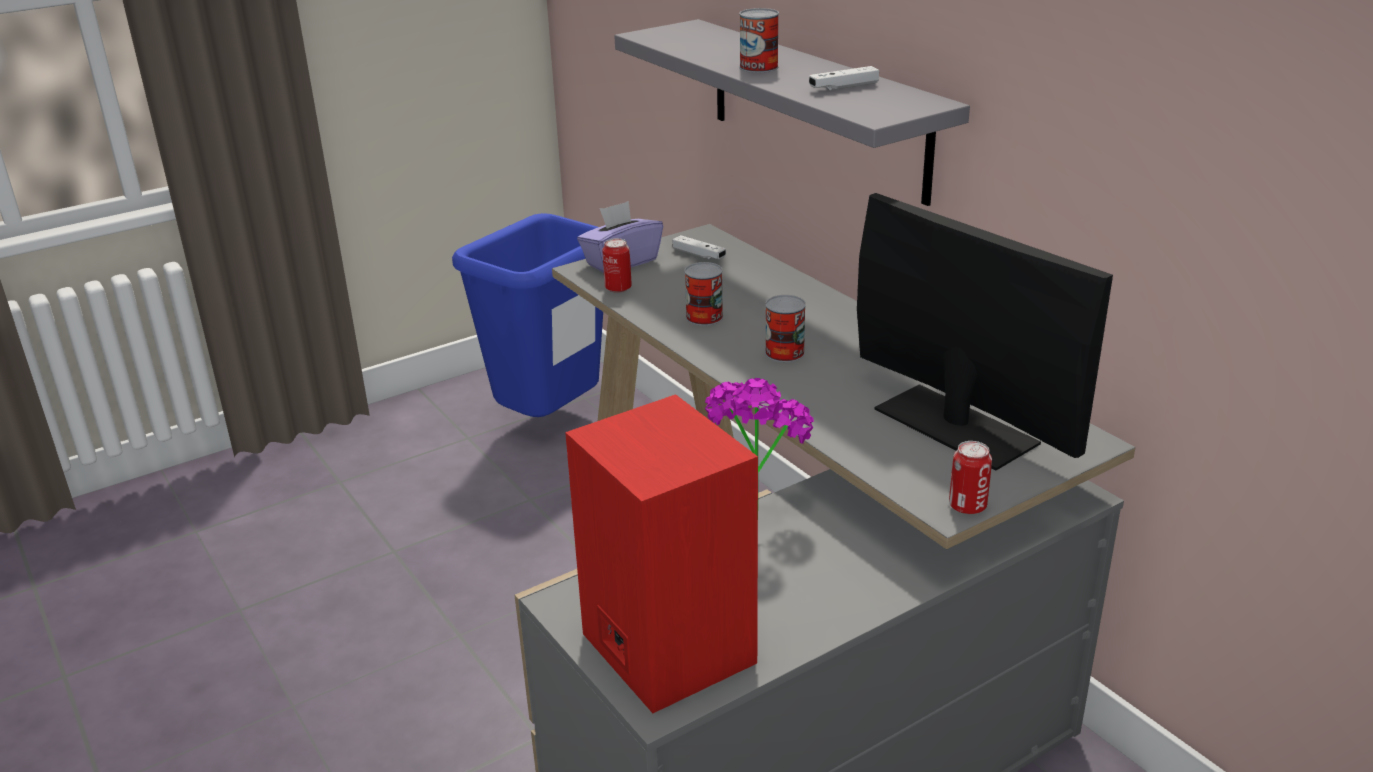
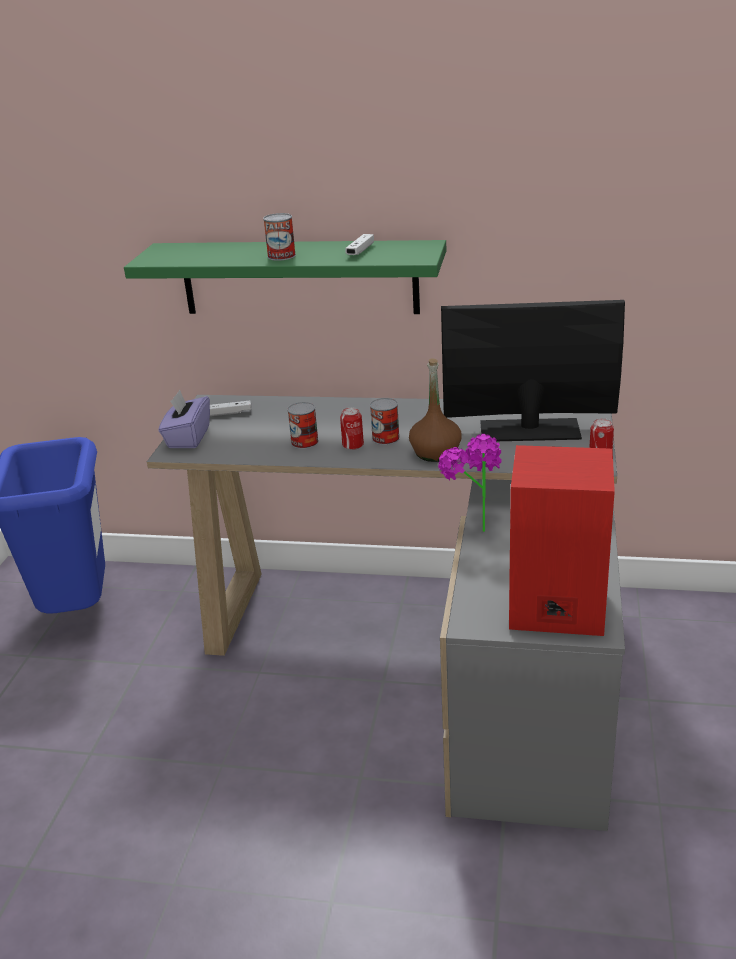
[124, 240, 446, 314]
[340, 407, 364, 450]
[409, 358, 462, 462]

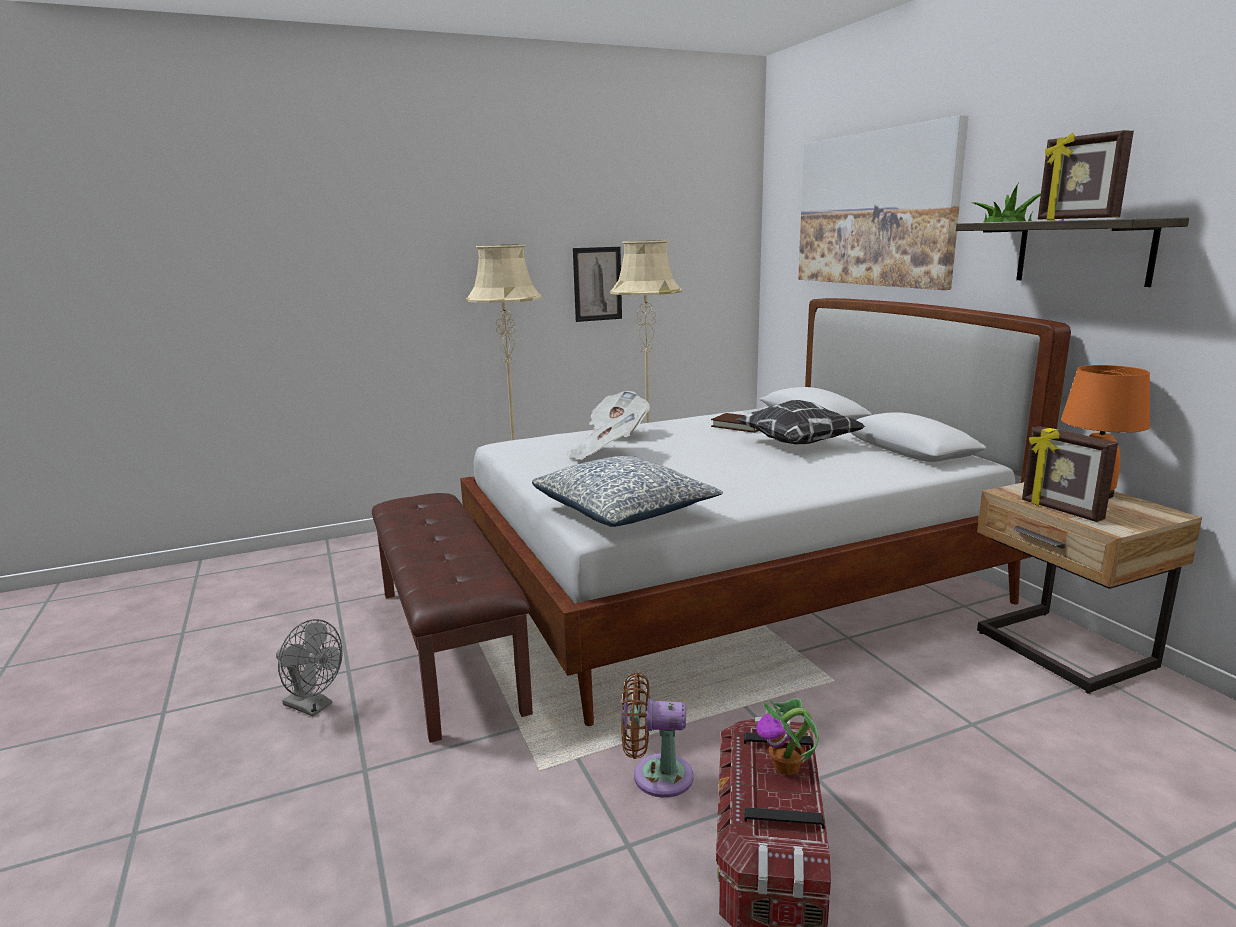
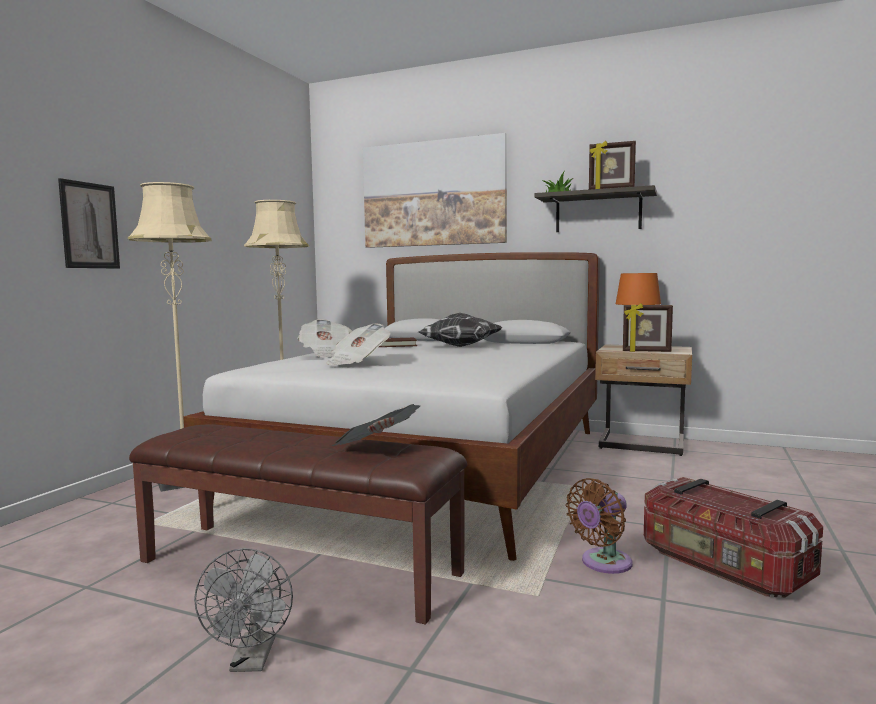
[58, 178, 120, 269]
[194, 548, 293, 672]
[332, 404, 420, 446]
[532, 456, 723, 527] (first image)
[756, 698, 819, 775] (first image)

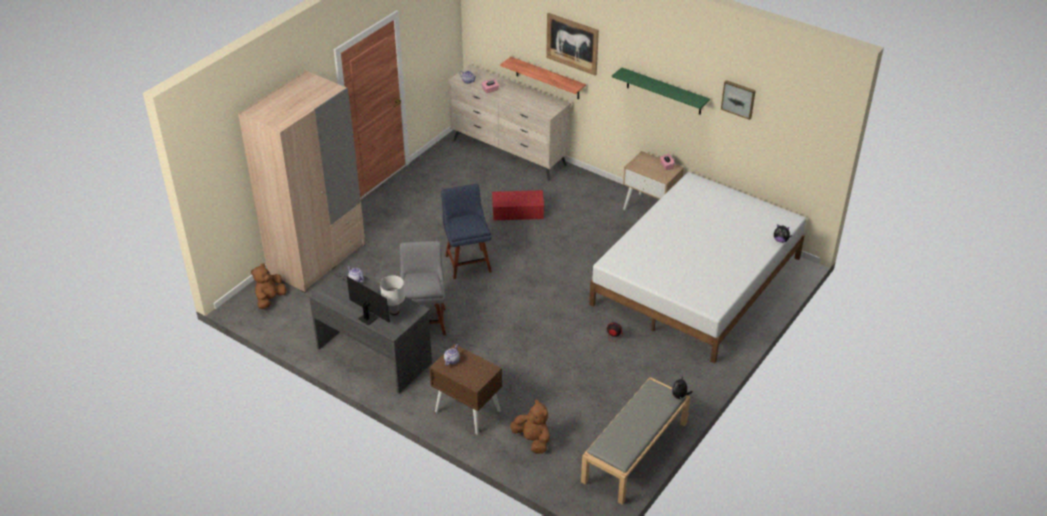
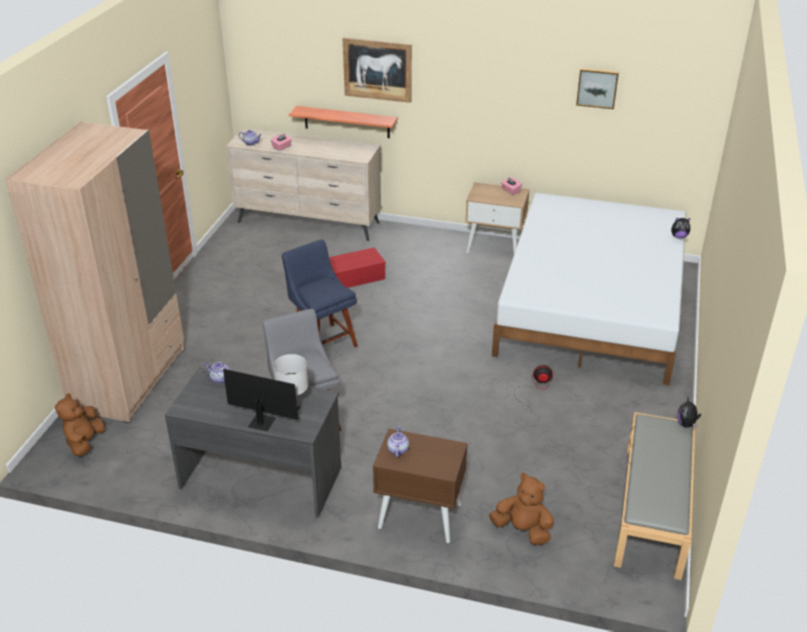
[612, 67, 710, 115] (first image)

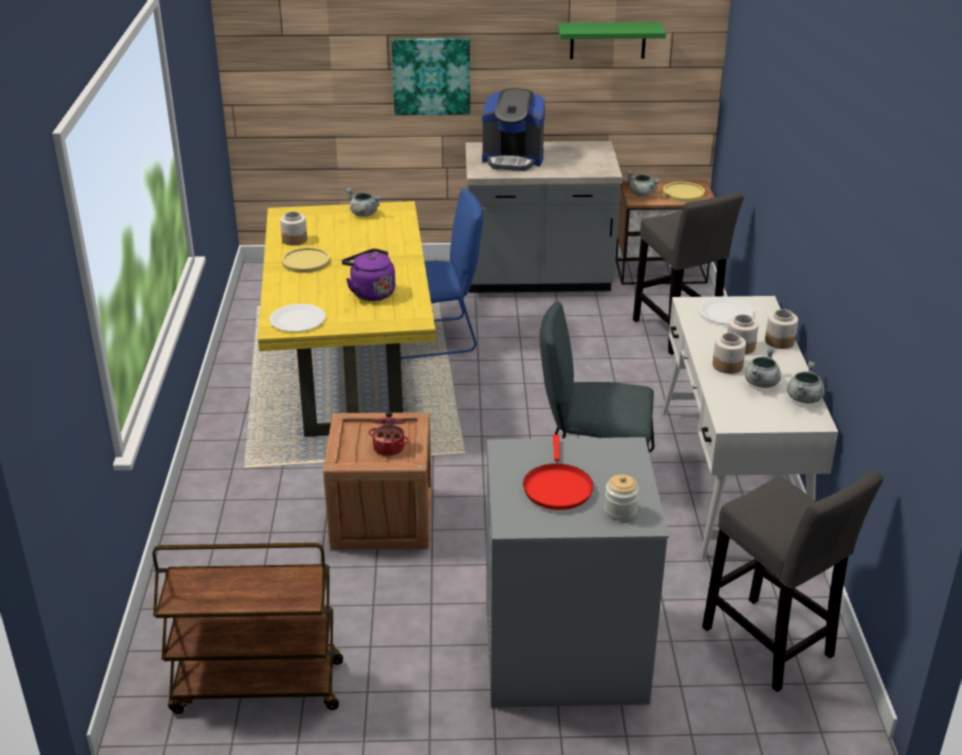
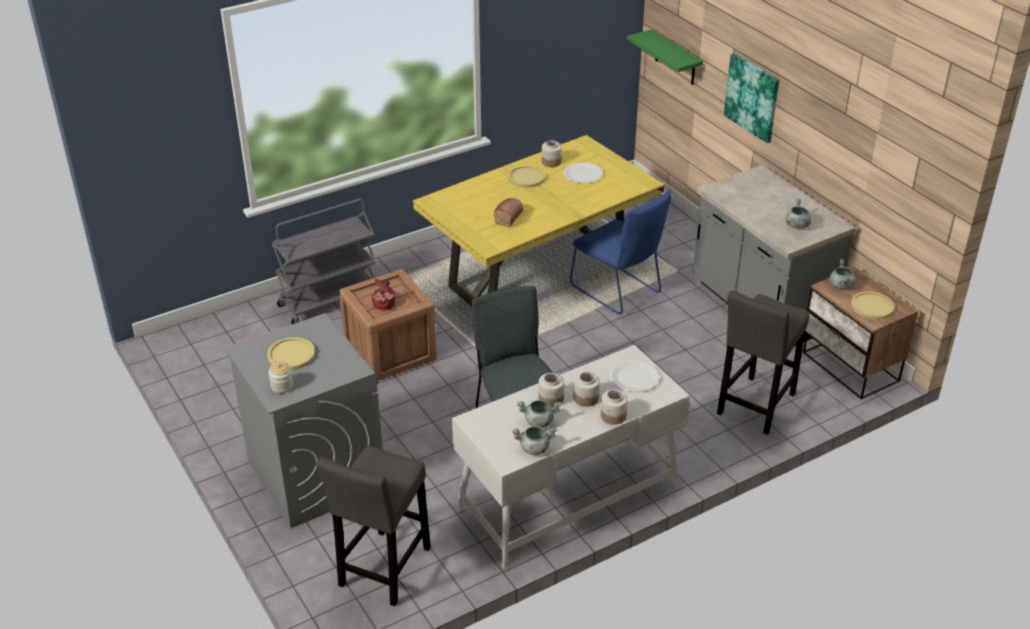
[267, 337, 315, 370]
[272, 199, 377, 324]
[494, 198, 523, 227]
[563, 163, 603, 183]
[627, 29, 703, 85]
[785, 199, 811, 229]
[152, 543, 343, 714] (first image)
[482, 88, 545, 171] (first image)

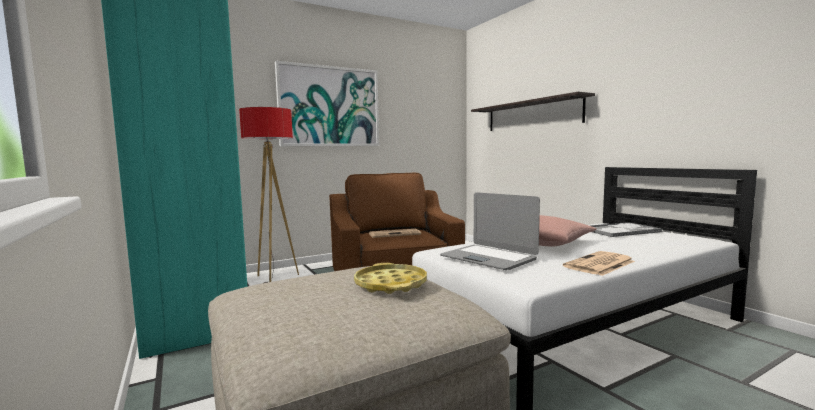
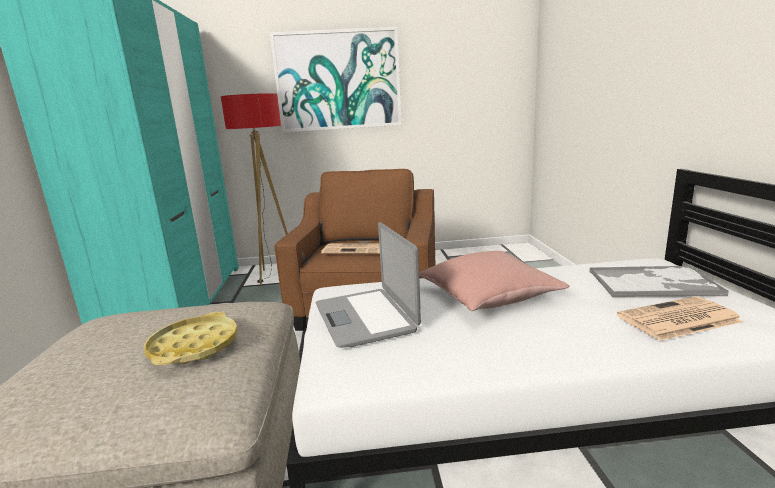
[617, 296, 743, 341]
[471, 92, 595, 131] (first image)

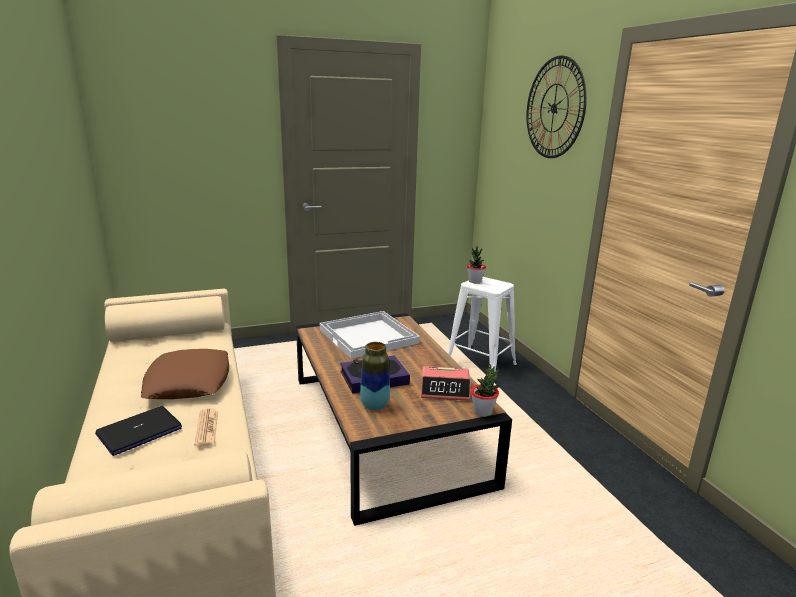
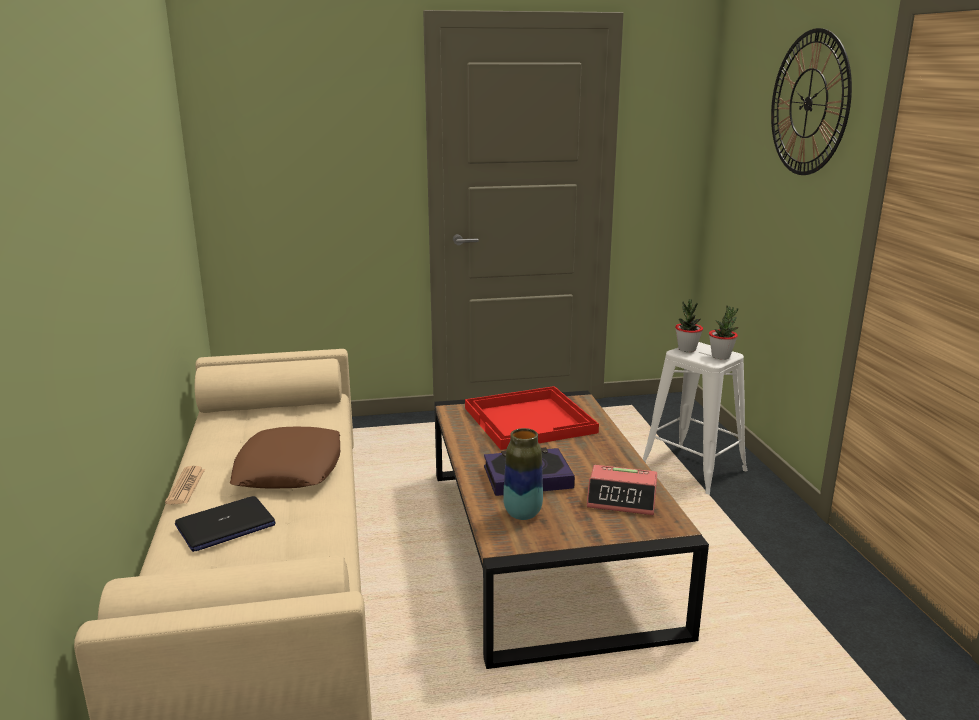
[165, 466, 205, 505]
[465, 386, 599, 450]
[709, 305, 738, 360]

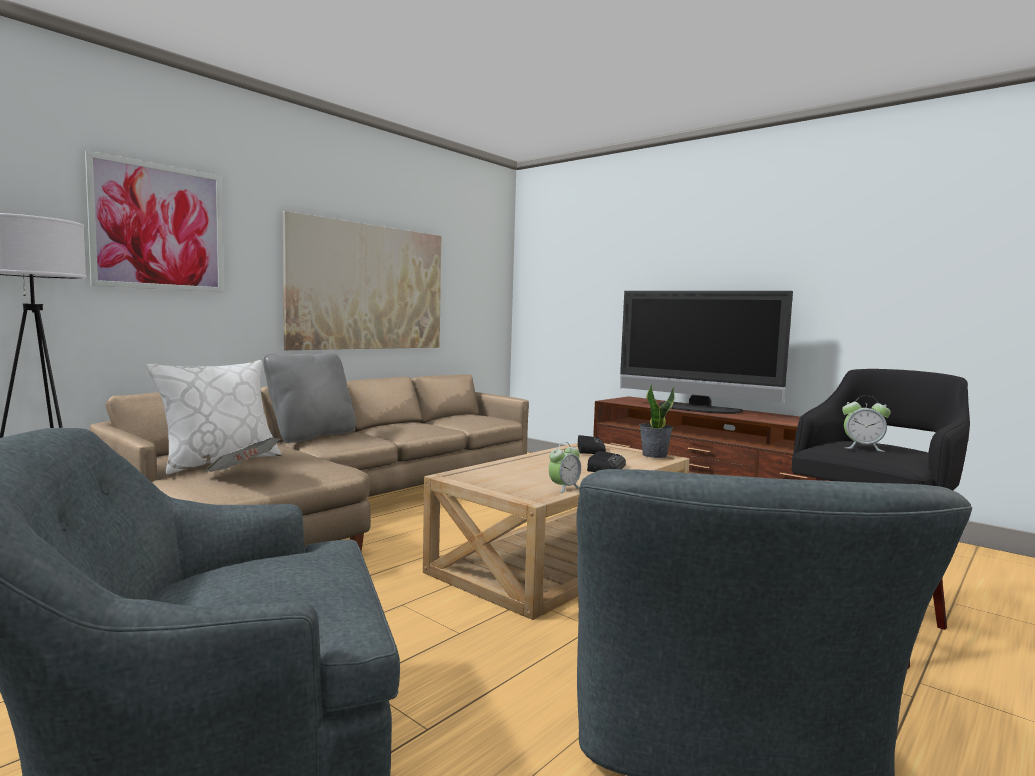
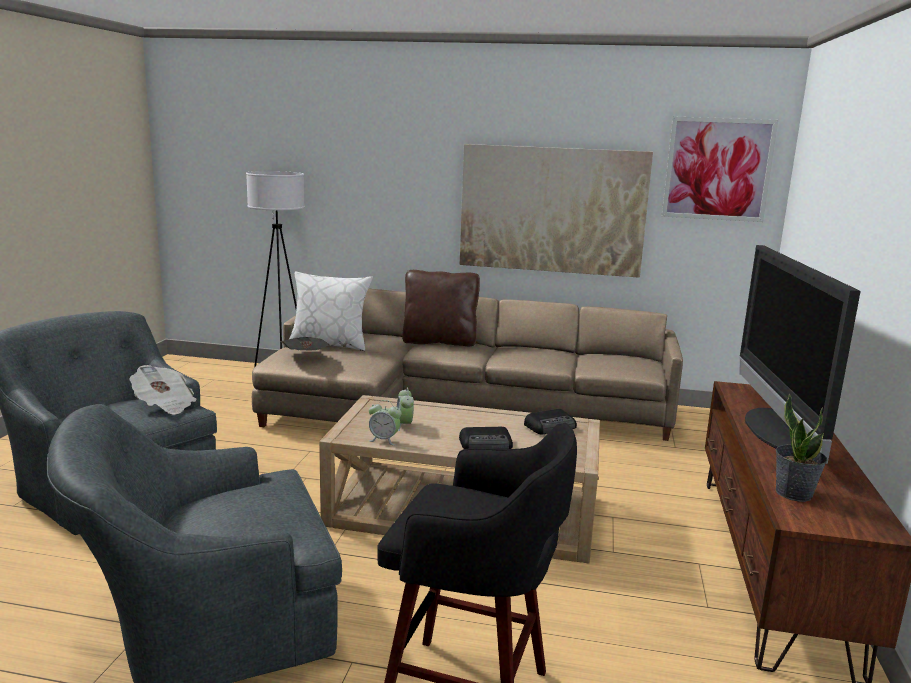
[129, 365, 197, 415]
[397, 388, 414, 431]
[402, 270, 480, 346]
[662, 116, 778, 222]
[776, 393, 827, 502]

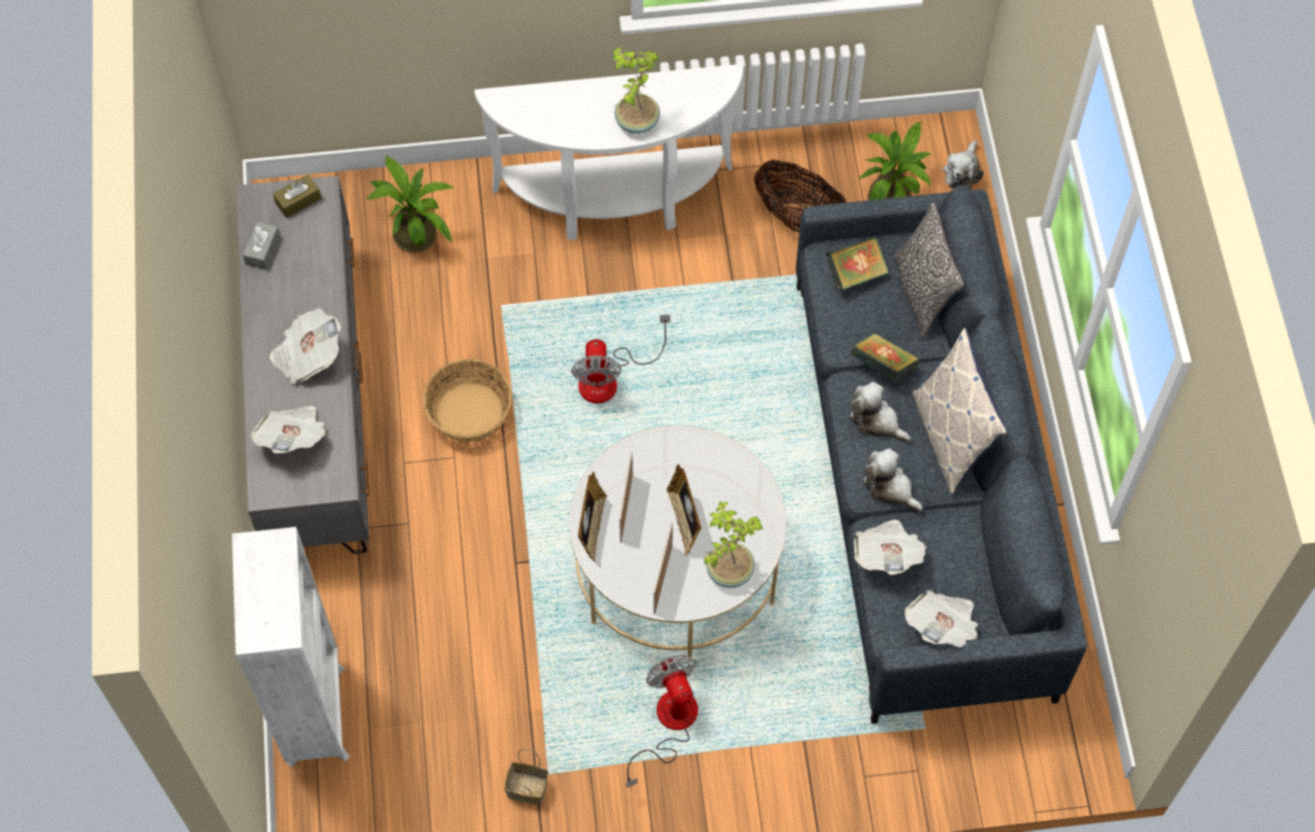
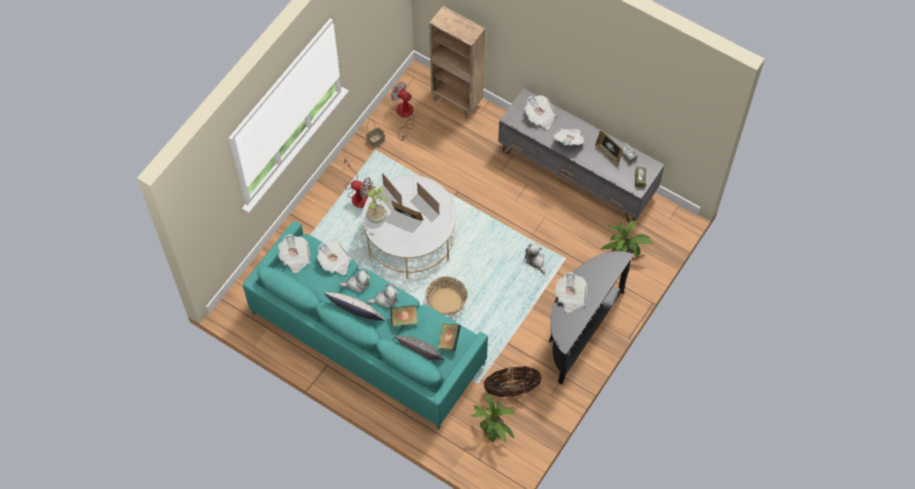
[243, 221, 488, 429]
[391, 82, 415, 141]
[426, 276, 467, 315]
[429, 6, 485, 119]
[525, 244, 545, 274]
[549, 251, 634, 384]
[555, 272, 587, 313]
[595, 131, 623, 166]

